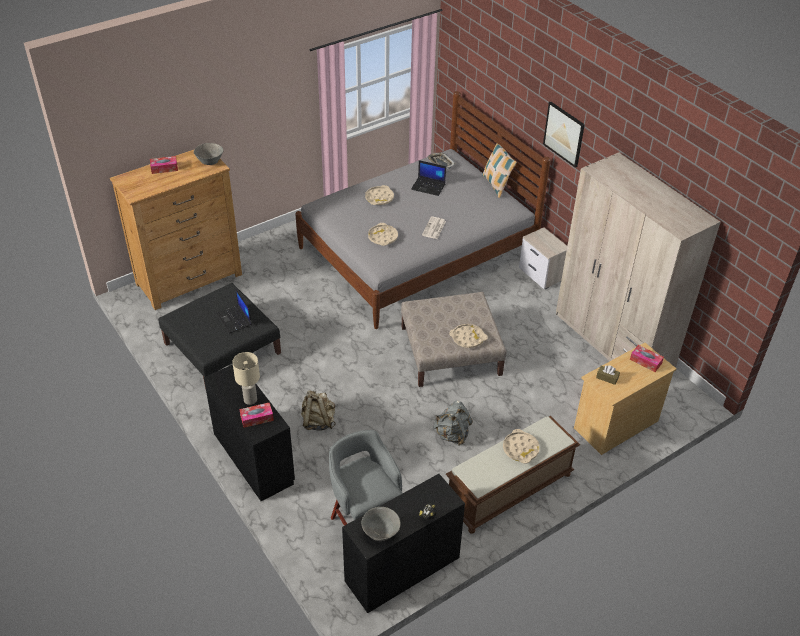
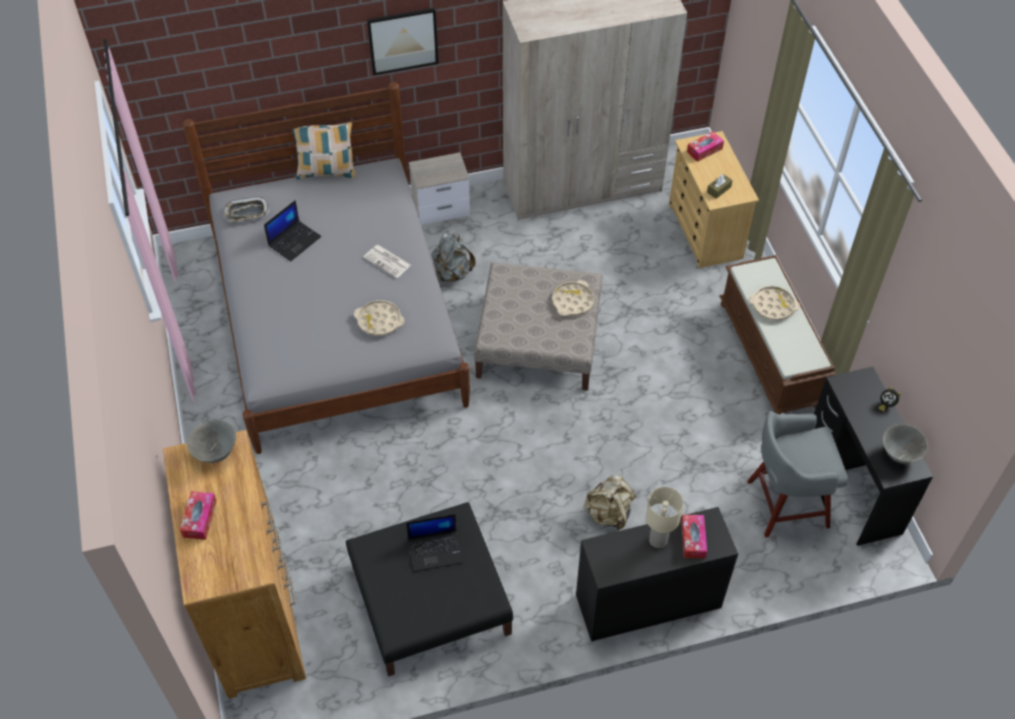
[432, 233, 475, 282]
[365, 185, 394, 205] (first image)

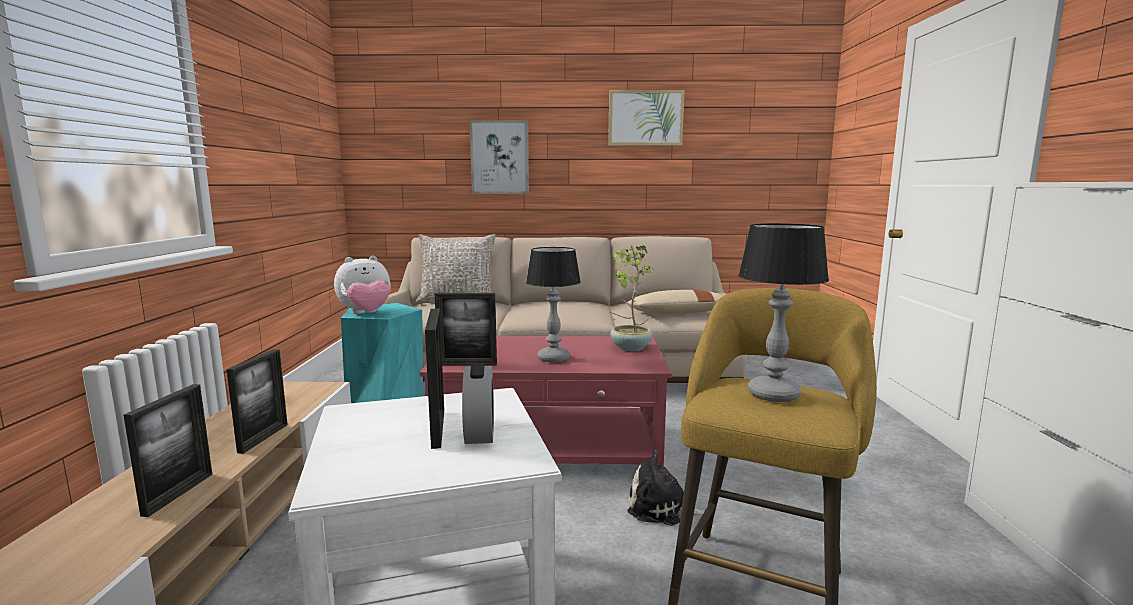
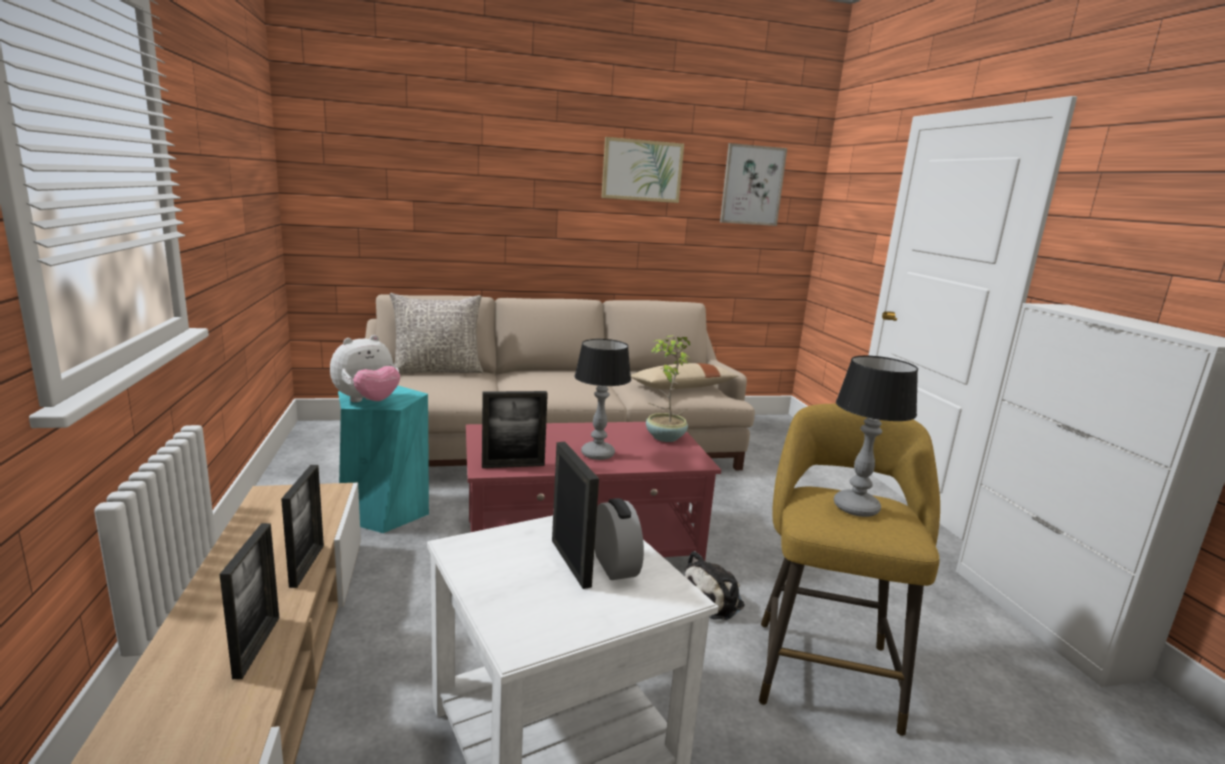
[685, 551, 745, 620]
[720, 143, 787, 226]

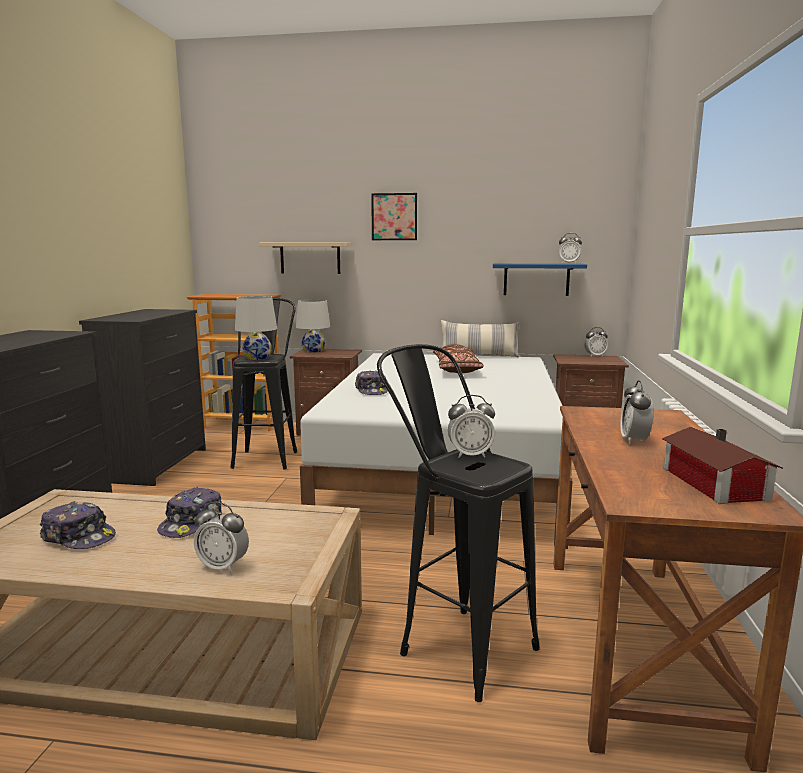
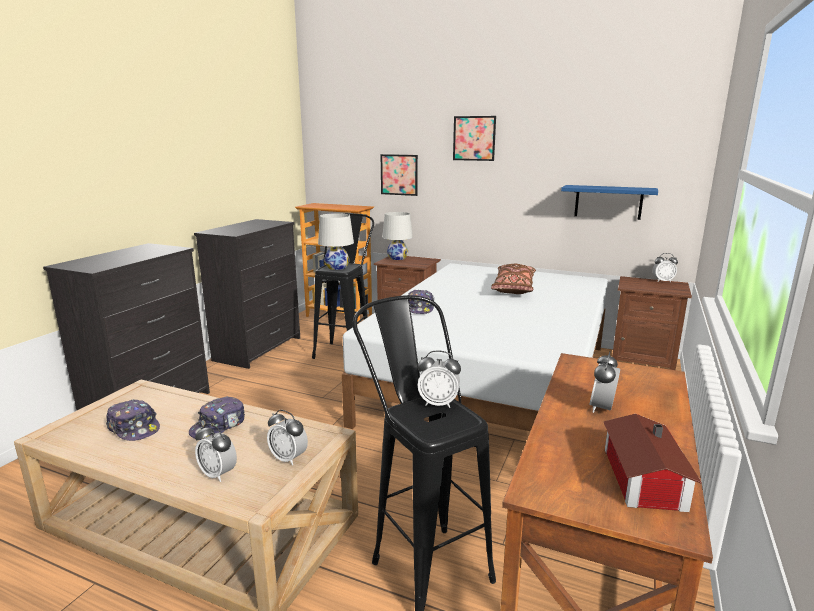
[267, 410, 308, 466]
[381, 154, 418, 196]
[441, 320, 519, 357] (first image)

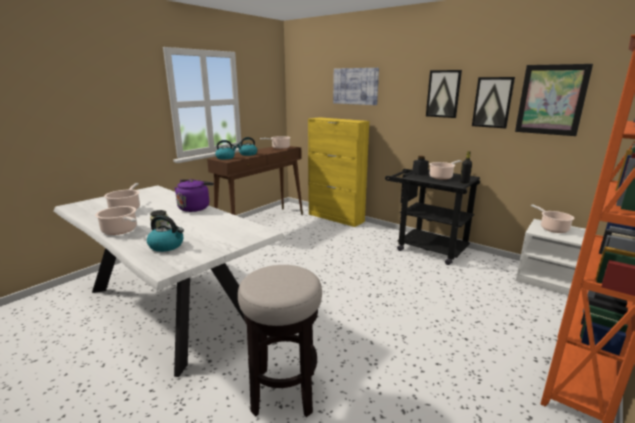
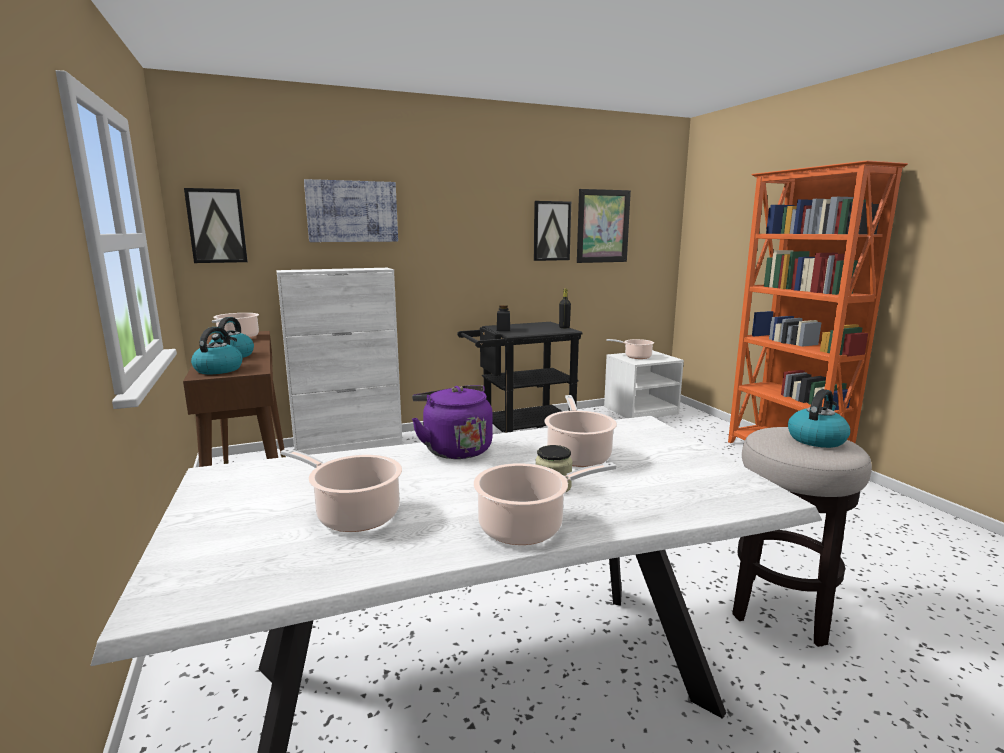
[184, 188, 248, 263]
[276, 268, 402, 455]
[545, 395, 617, 467]
[788, 389, 851, 448]

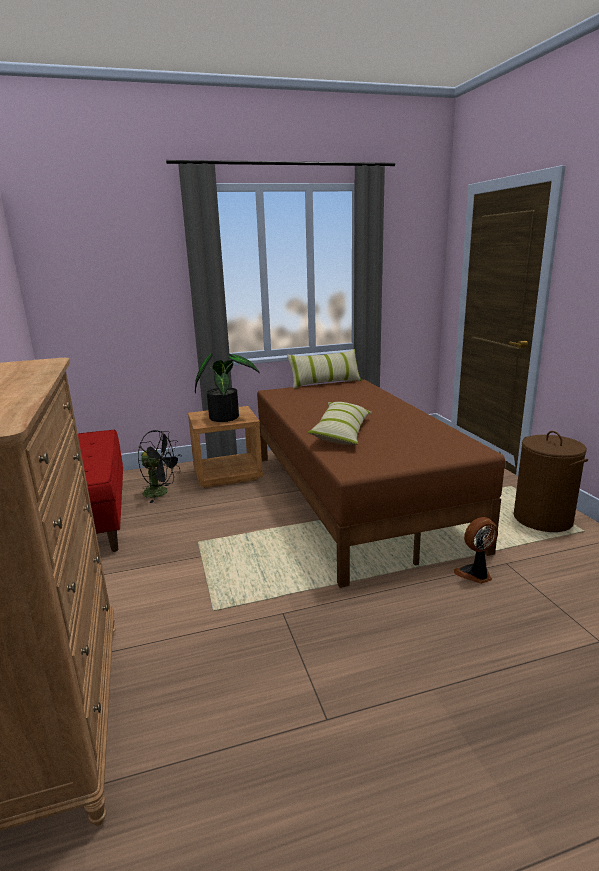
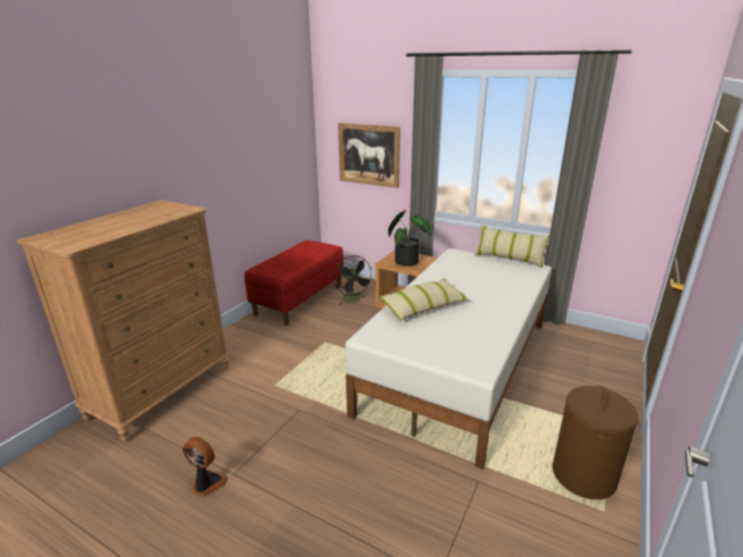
[183, 437, 228, 496]
[338, 123, 400, 188]
[345, 248, 552, 469]

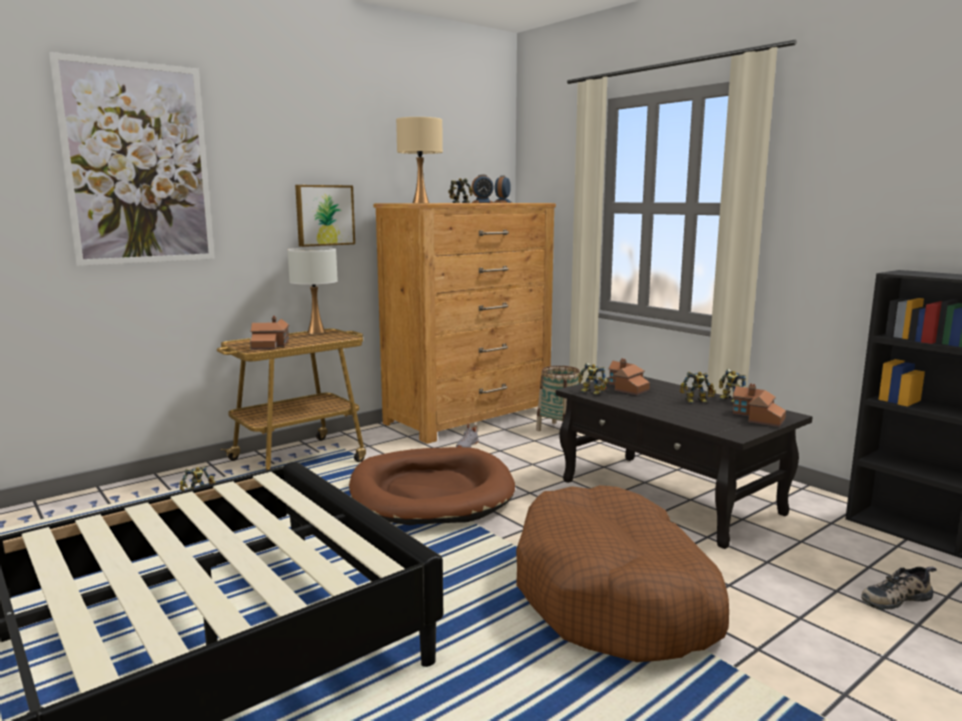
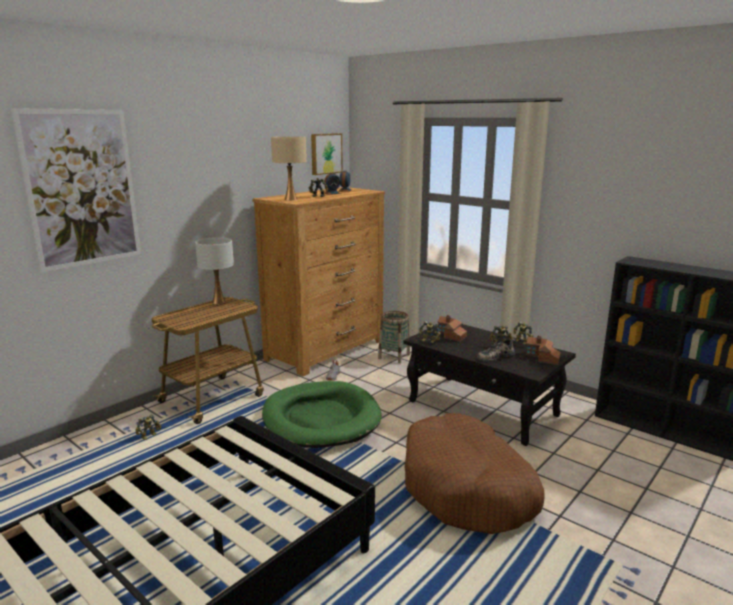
[262, 381, 382, 448]
[311, 133, 343, 175]
[477, 339, 516, 362]
[250, 316, 289, 350] (first image)

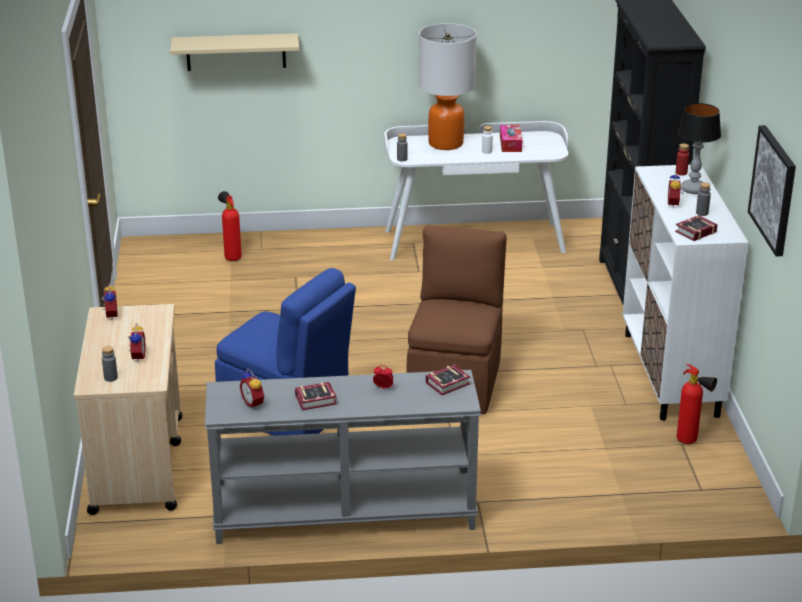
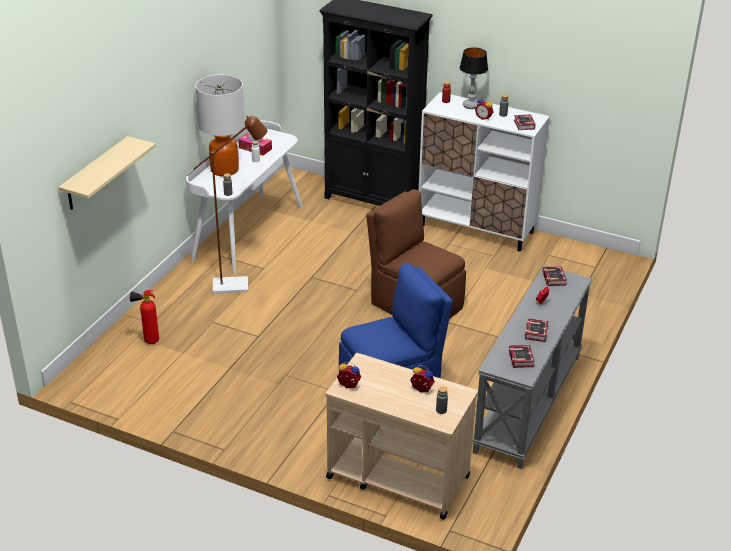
[186, 116, 268, 294]
[509, 345, 535, 368]
[677, 364, 717, 444] (first image)
[748, 125, 796, 257] (first image)

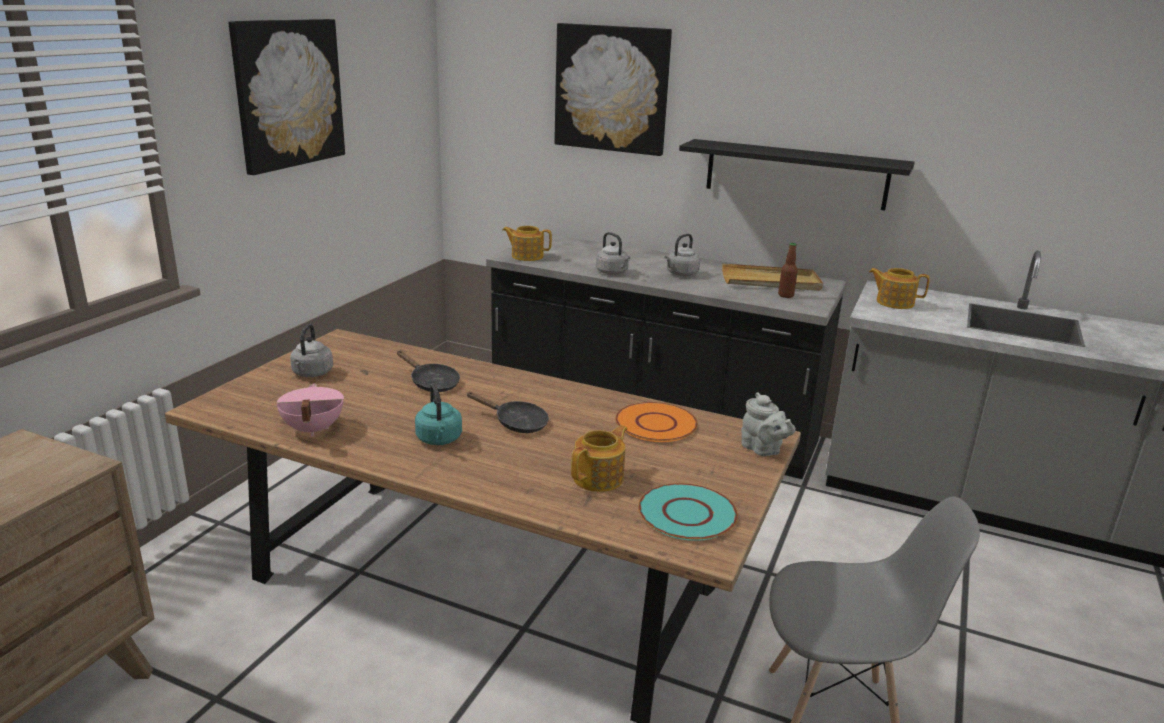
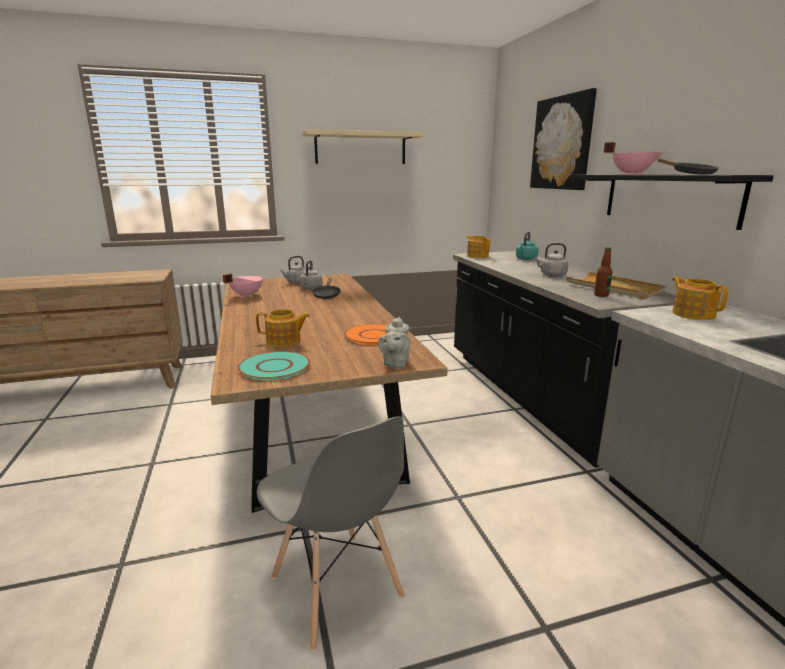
[299, 260, 322, 290]
[303, 129, 424, 164]
[516, 232, 538, 260]
[603, 142, 664, 174]
[658, 158, 719, 175]

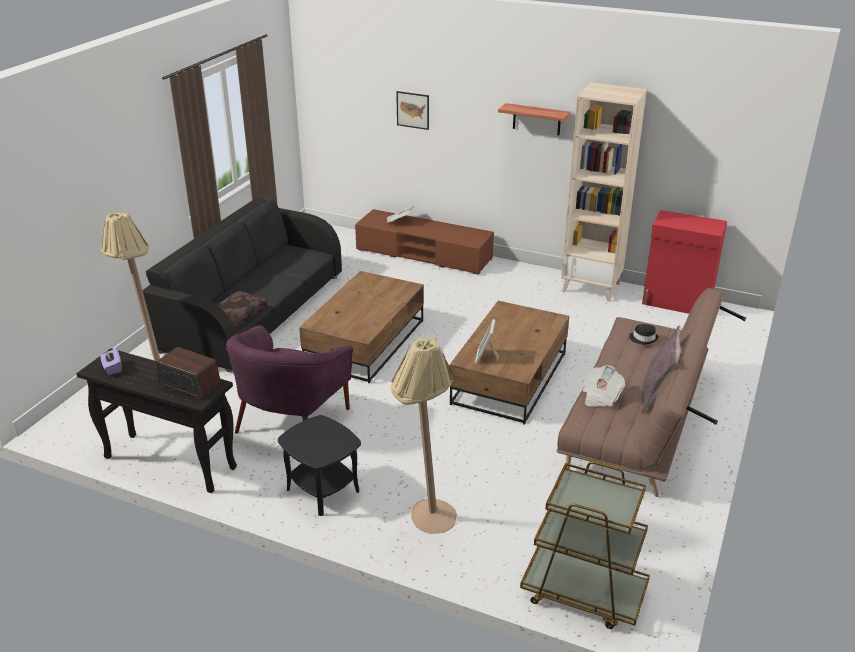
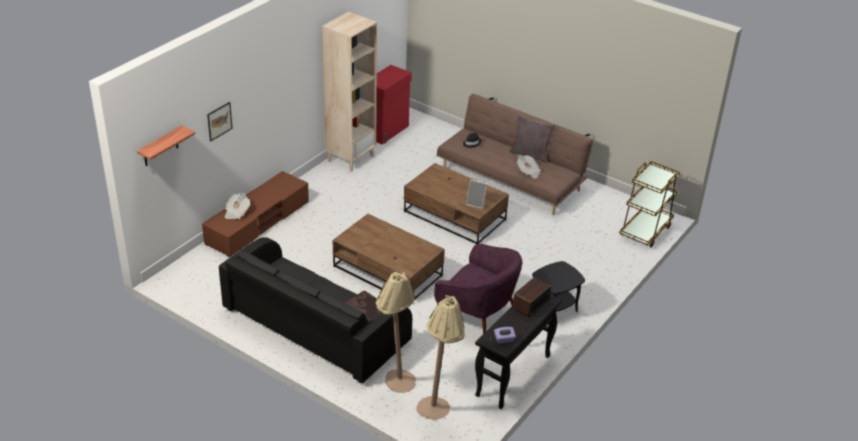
[137, 126, 196, 166]
[416, 295, 465, 419]

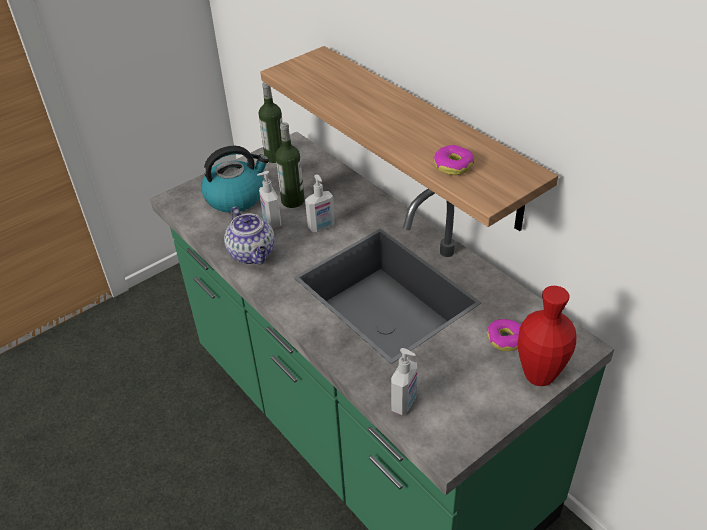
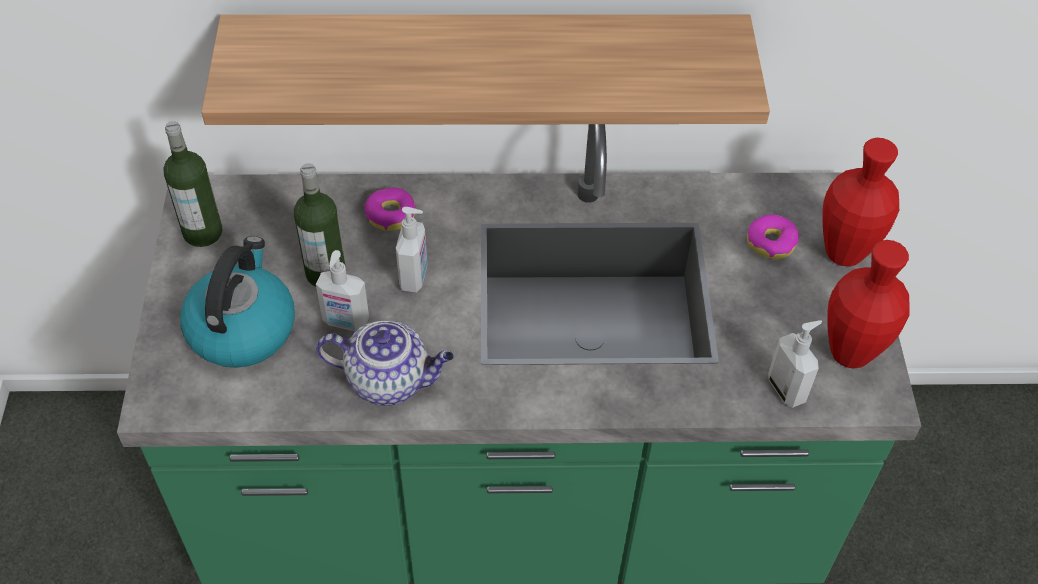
[364, 187, 416, 231]
[827, 240, 910, 369]

